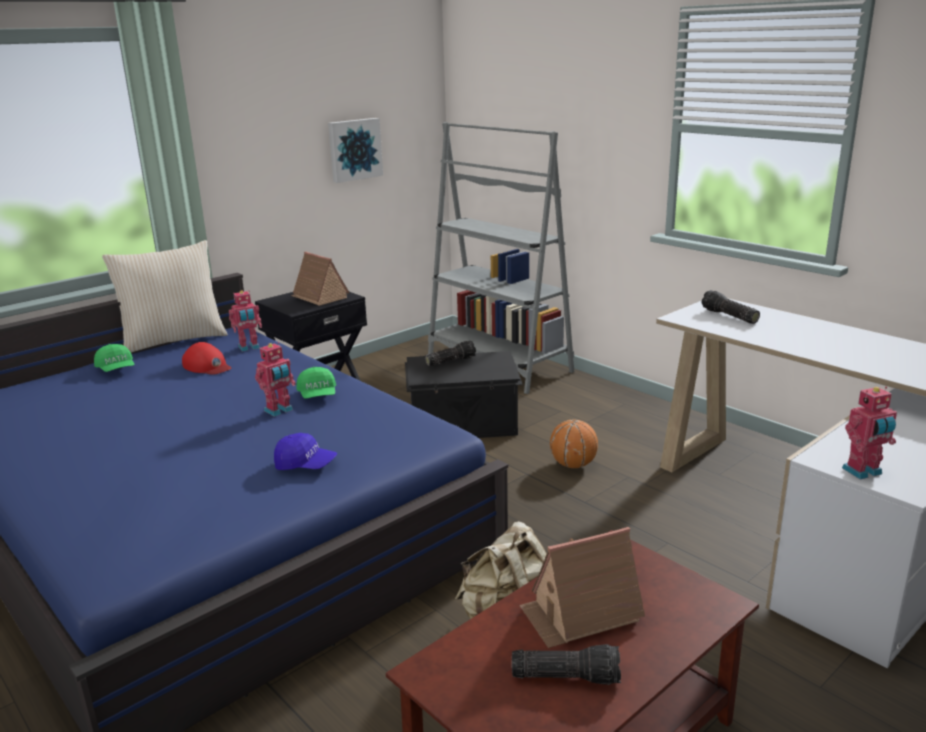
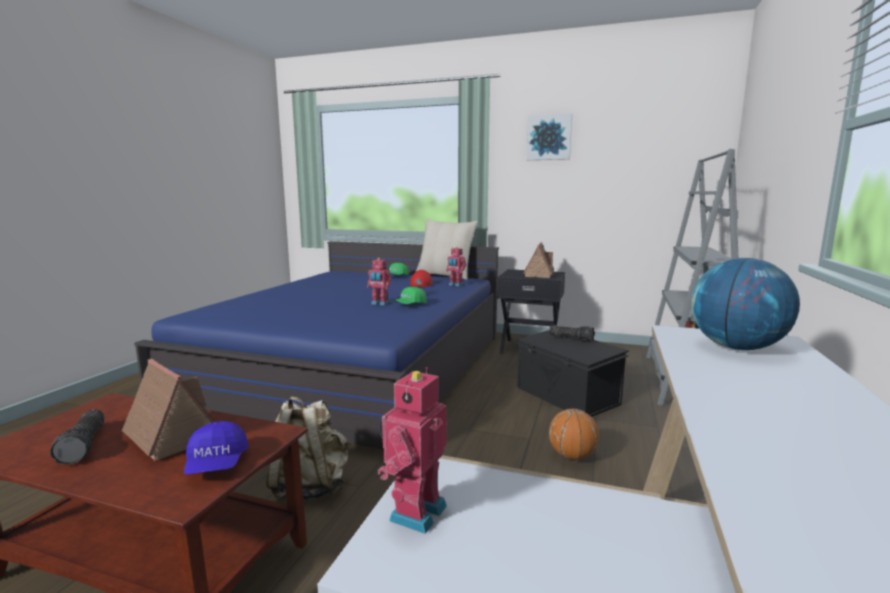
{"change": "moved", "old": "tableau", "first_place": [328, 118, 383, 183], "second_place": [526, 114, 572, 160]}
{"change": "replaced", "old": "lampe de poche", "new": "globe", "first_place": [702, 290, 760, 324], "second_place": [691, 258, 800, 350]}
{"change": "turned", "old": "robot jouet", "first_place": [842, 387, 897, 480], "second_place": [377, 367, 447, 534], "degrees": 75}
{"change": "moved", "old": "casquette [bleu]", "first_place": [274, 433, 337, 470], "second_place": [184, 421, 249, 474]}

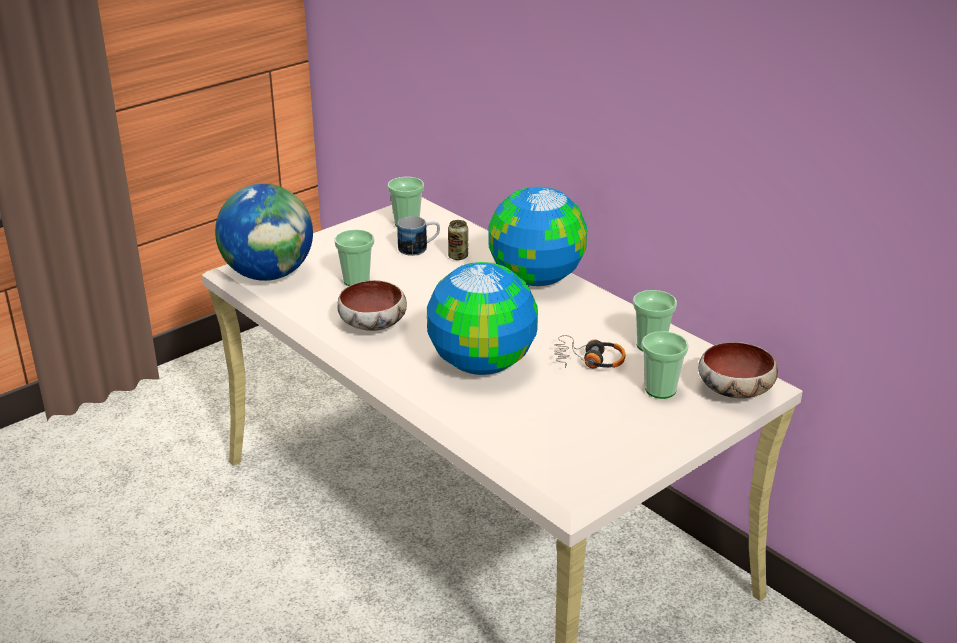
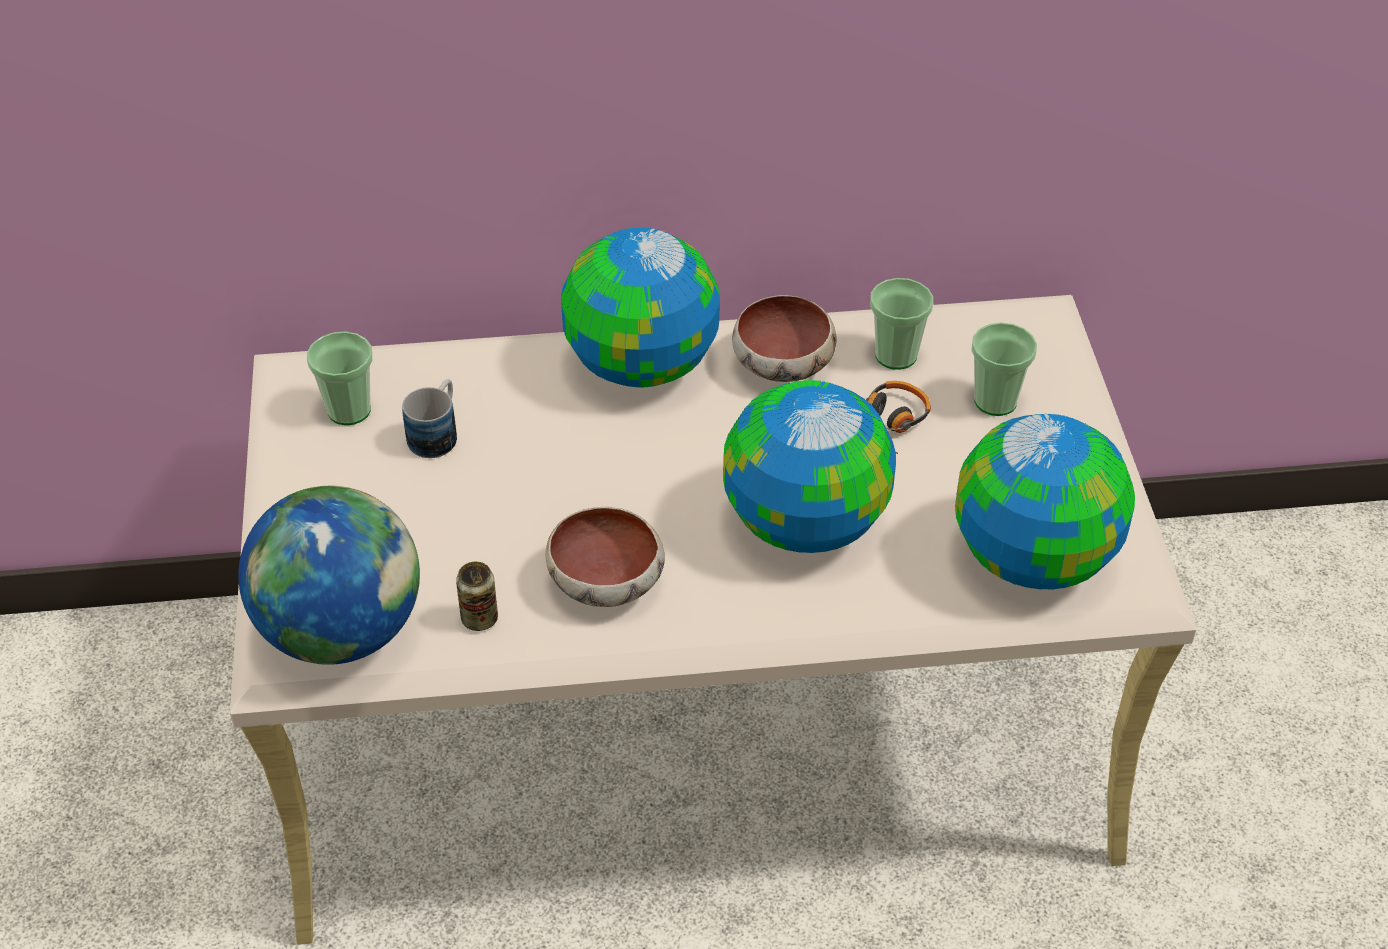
{"change": "moved", "old": "boîte métallique", "first_place": [448, 220, 468, 260], "second_place": [456, 562, 498, 631]}
{"change": "removed", "old": "tasse", "first_place": [334, 229, 374, 286]}
{"change": "moved", "old": "bol", "first_place": [698, 342, 778, 398], "second_place": [732, 295, 837, 382]}
{"change": "added", "new": "globe", "second_place": [955, 414, 1135, 590]}

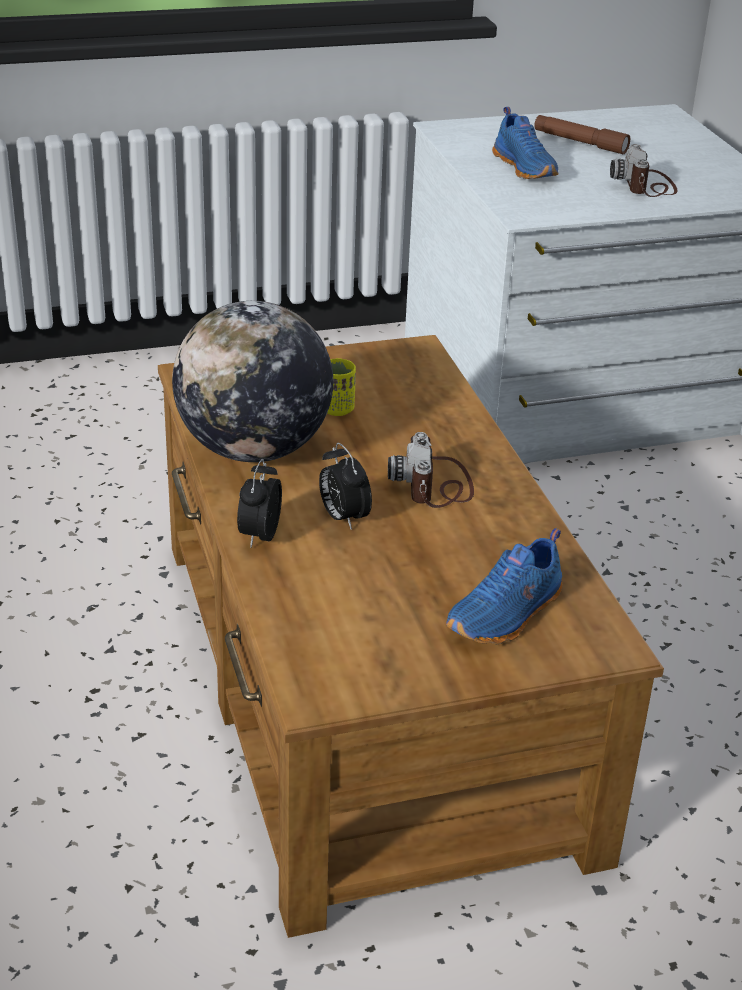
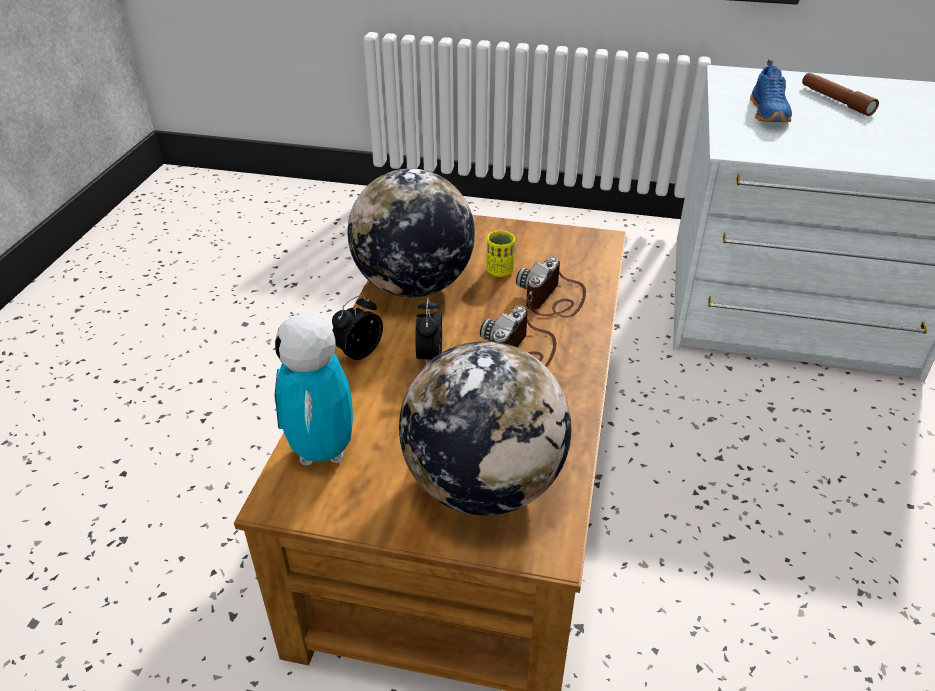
{"change": "moved", "old": "appareil photo", "first_place": [610, 144, 678, 197], "second_place": [516, 256, 586, 318]}
{"change": "replaced", "old": "chaussure [bleu]", "new": "globe", "first_place": [446, 528, 562, 644], "second_place": [399, 341, 571, 515]}
{"change": "added", "new": "robot jouet", "second_place": [274, 313, 353, 465]}

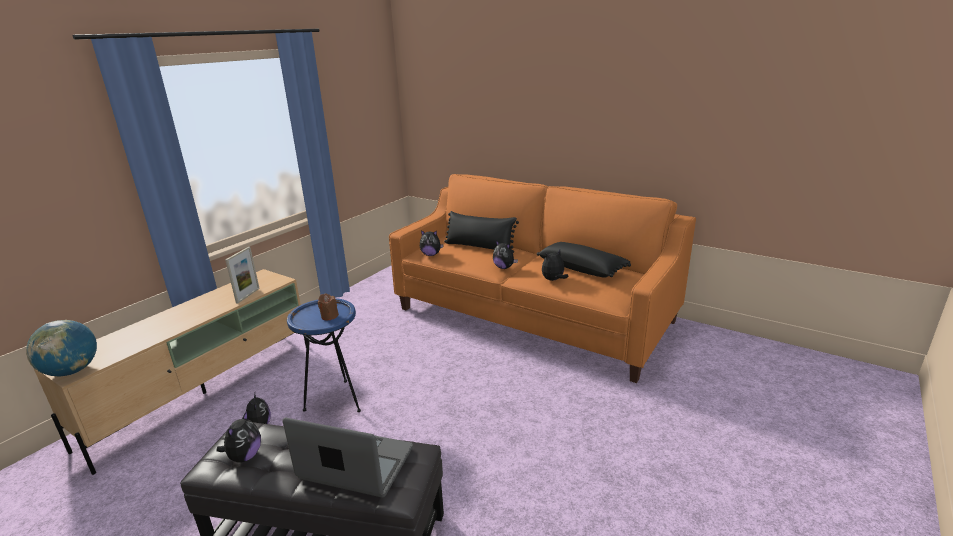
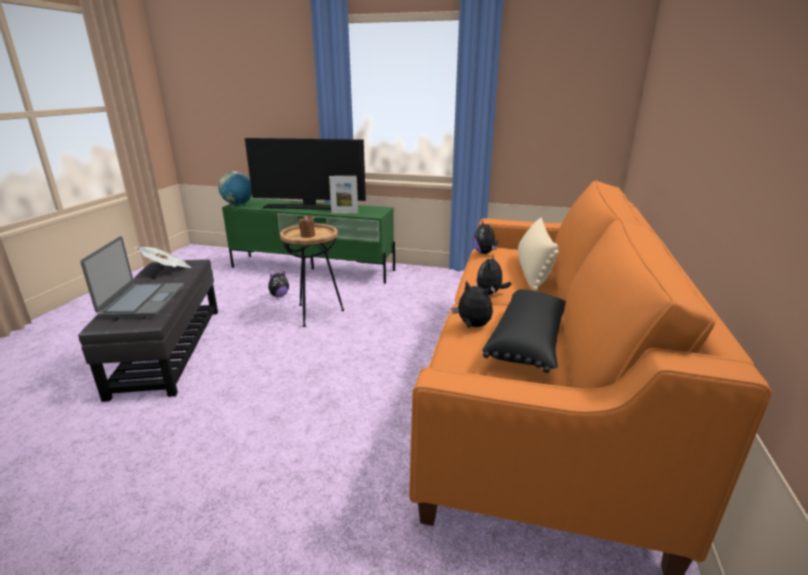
{"change": "recoloured", "old": "coussin [noir]", "new": "coussin [beige]", "first_place": [444, 211, 519, 253], "second_place": [518, 217, 559, 290]}
{"change": "recoloured", "old": "meuble télé [beige]", "new": "meuble télé [vert]", "first_place": [33, 269, 307, 475], "second_place": [222, 198, 395, 284]}
{"change": "recoloured", "old": "table d'appoint [bleu]", "new": "table d'appoint [marron]", "first_place": [287, 298, 361, 412], "second_place": [280, 224, 344, 327]}
{"change": "replaced", "old": "peluche", "new": "journal", "first_place": [216, 411, 261, 463], "second_place": [135, 247, 192, 268]}
{"change": "added", "new": "téléviseur", "second_place": [245, 138, 366, 210]}

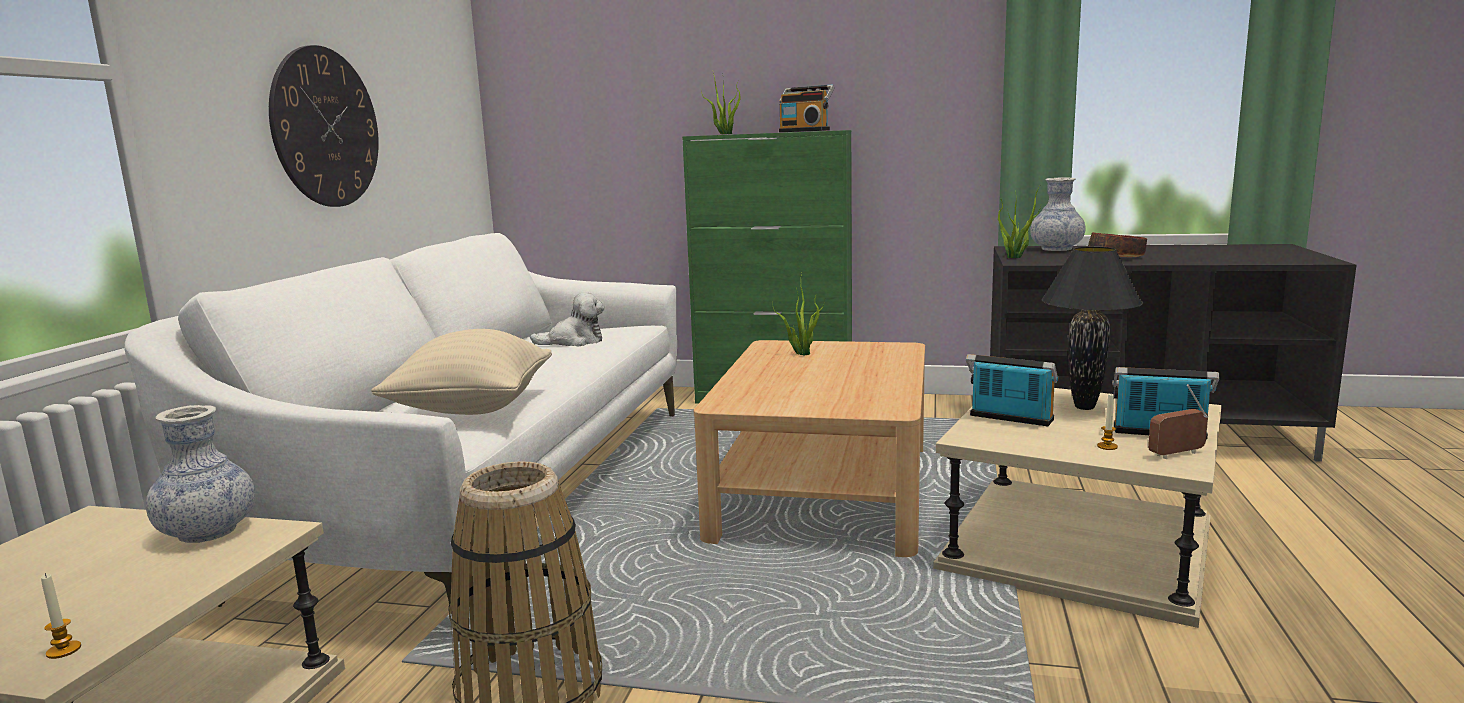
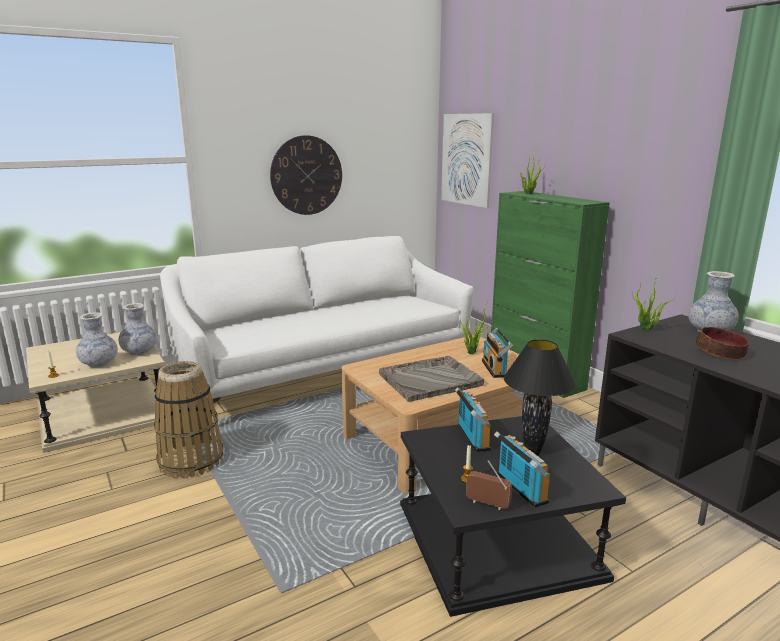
{"change": "moved", "old": "radio", "first_place": [779, 85, 834, 132], "second_place": [482, 328, 513, 378]}
{"change": "removed", "old": "peluche", "first_place": [530, 292, 605, 346]}
{"change": "removed", "old": "coussin [beige]", "first_place": [371, 329, 552, 415]}
{"change": "recoloured", "old": "table d'appoint [beige]", "new": "table d'appoint [noir]", "first_place": [933, 388, 1222, 628], "second_place": [400, 416, 626, 617]}
{"change": "added", "new": "tableau", "second_place": [441, 113, 494, 208]}
{"change": "added", "new": "vase", "second_place": [76, 312, 118, 367]}
{"change": "added", "new": "plateau [gris]", "second_place": [379, 356, 484, 402]}

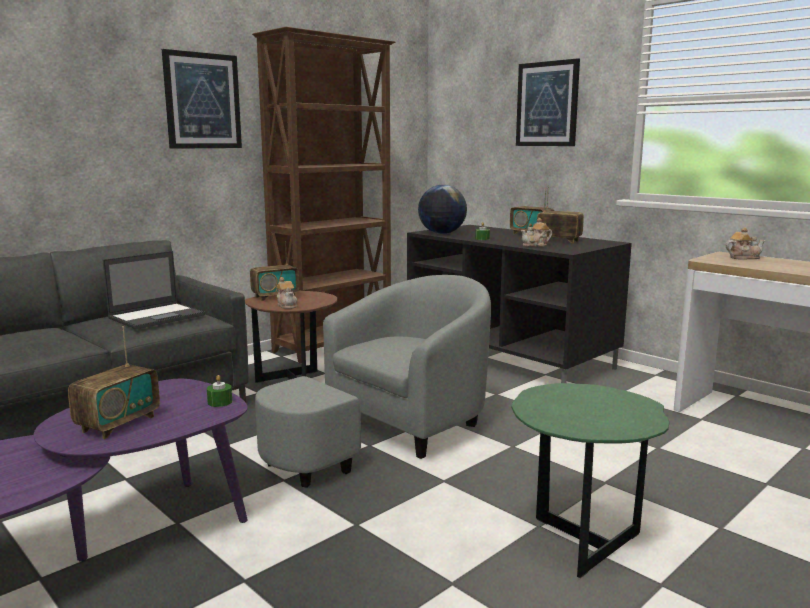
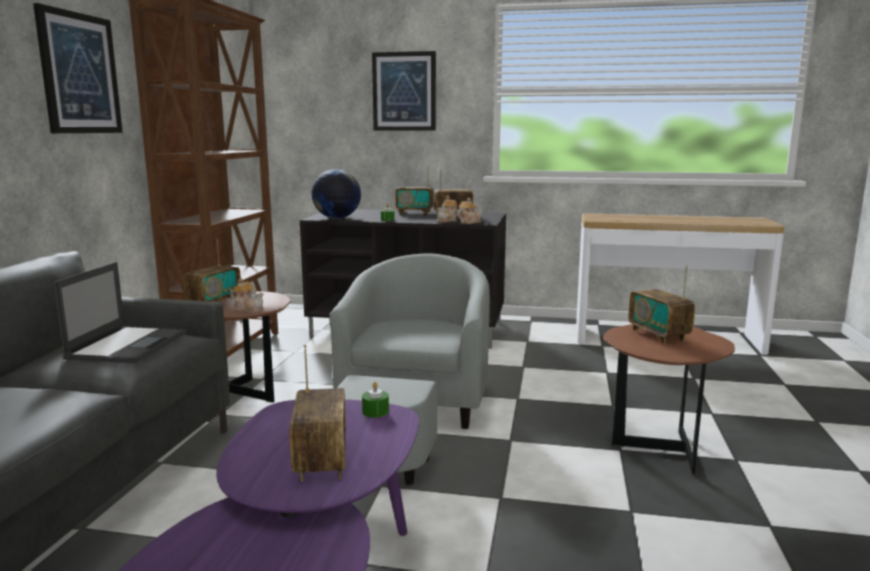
{"change": "moved", "old": "théière", "first_place": [726, 227, 765, 260], "second_place": [457, 197, 482, 224]}
{"change": "recoloured", "old": "table d'appoint [vert]", "new": "table d'appoint [marron]", "first_place": [511, 383, 669, 578], "second_place": [603, 324, 735, 475]}
{"change": "added", "new": "radio", "second_place": [628, 266, 695, 344]}

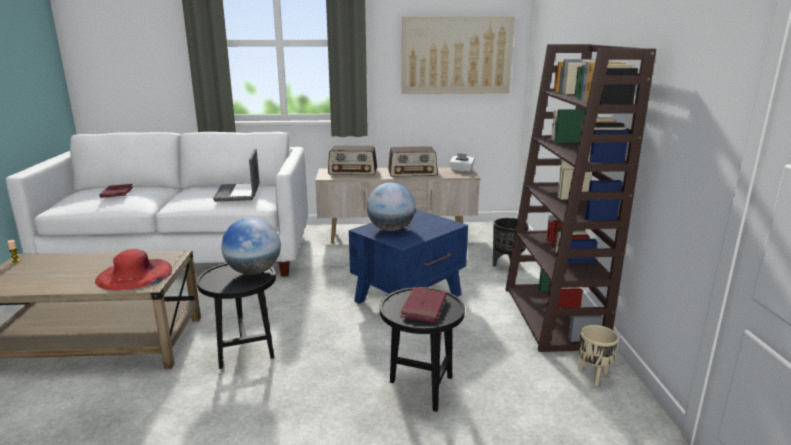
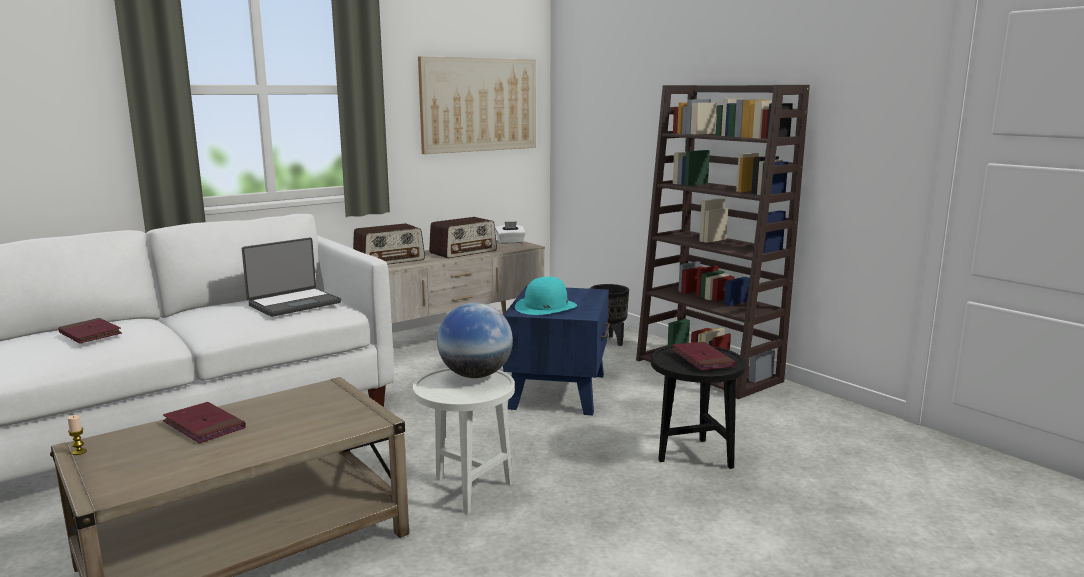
{"change": "turned", "old": "ordinateur portable", "first_place": [213, 149, 260, 202], "second_place": [242, 238, 341, 317], "degrees": -90}
{"change": "replaced", "old": "globe", "new": "chapeau [turquoise]", "first_place": [367, 182, 415, 231], "second_place": [515, 277, 577, 315]}
{"change": "removed", "old": "chapeau [rouge]", "first_place": [95, 249, 172, 291]}
{"change": "recoloured", "old": "table d'appoint [noir]", "new": "table d'appoint [blanc]", "first_place": [197, 263, 276, 369], "second_place": [413, 368, 515, 514]}
{"change": "removed", "old": "cache-pot [beige]", "first_place": [578, 325, 619, 386]}
{"change": "added", "new": "livre [rouge]", "second_place": [163, 402, 246, 443]}

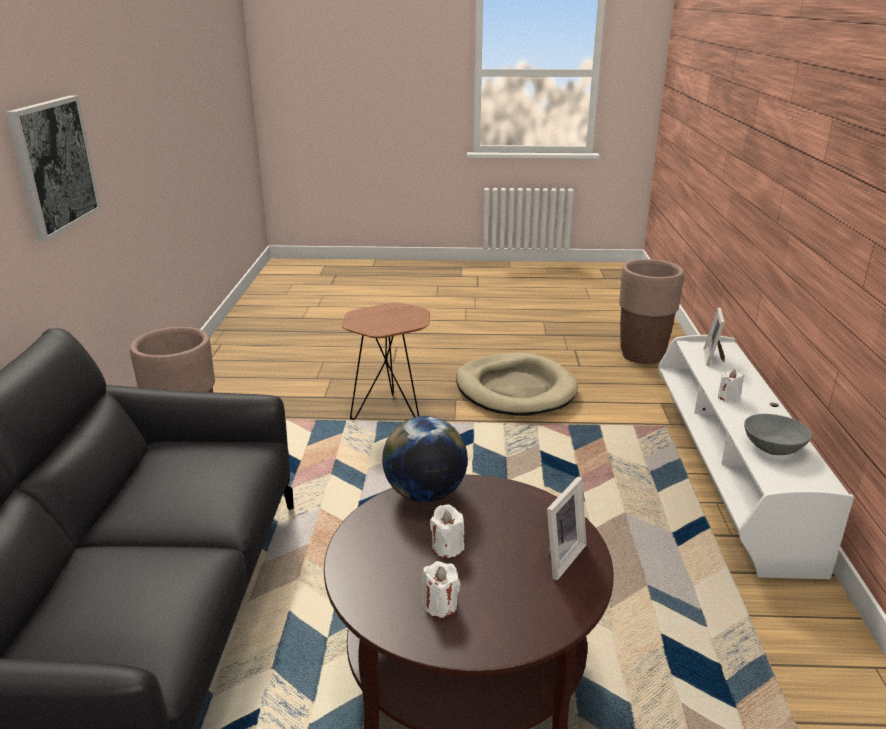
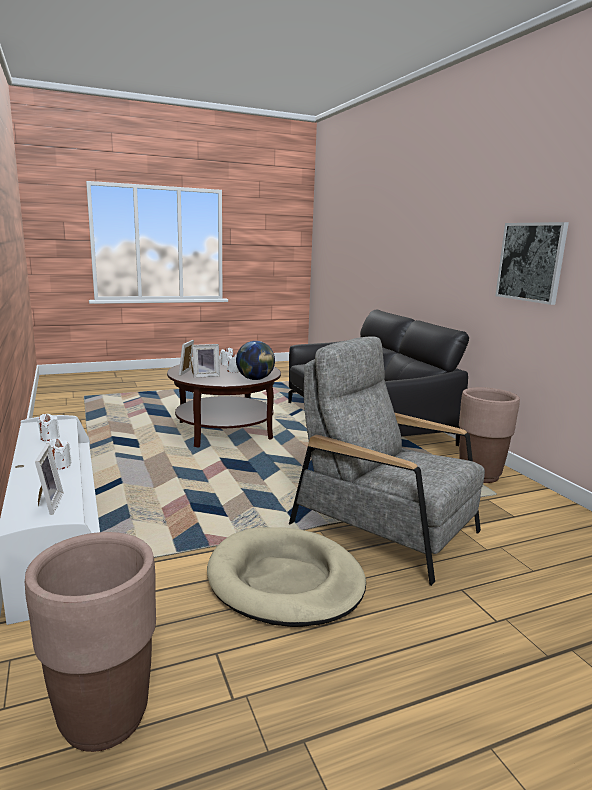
{"change": "replaced", "old": "table d'appoint [marron]", "new": "fauteuil [gris]", "first_place": [342, 303, 430, 420], "second_place": [289, 336, 485, 586]}
{"change": "replaced", "old": "bol [gris]", "new": "bougie [blanc]", "first_place": [744, 414, 812, 455], "second_place": [37, 414, 60, 441]}
{"change": "added", "new": "cadre photo", "second_place": [192, 344, 220, 378]}

